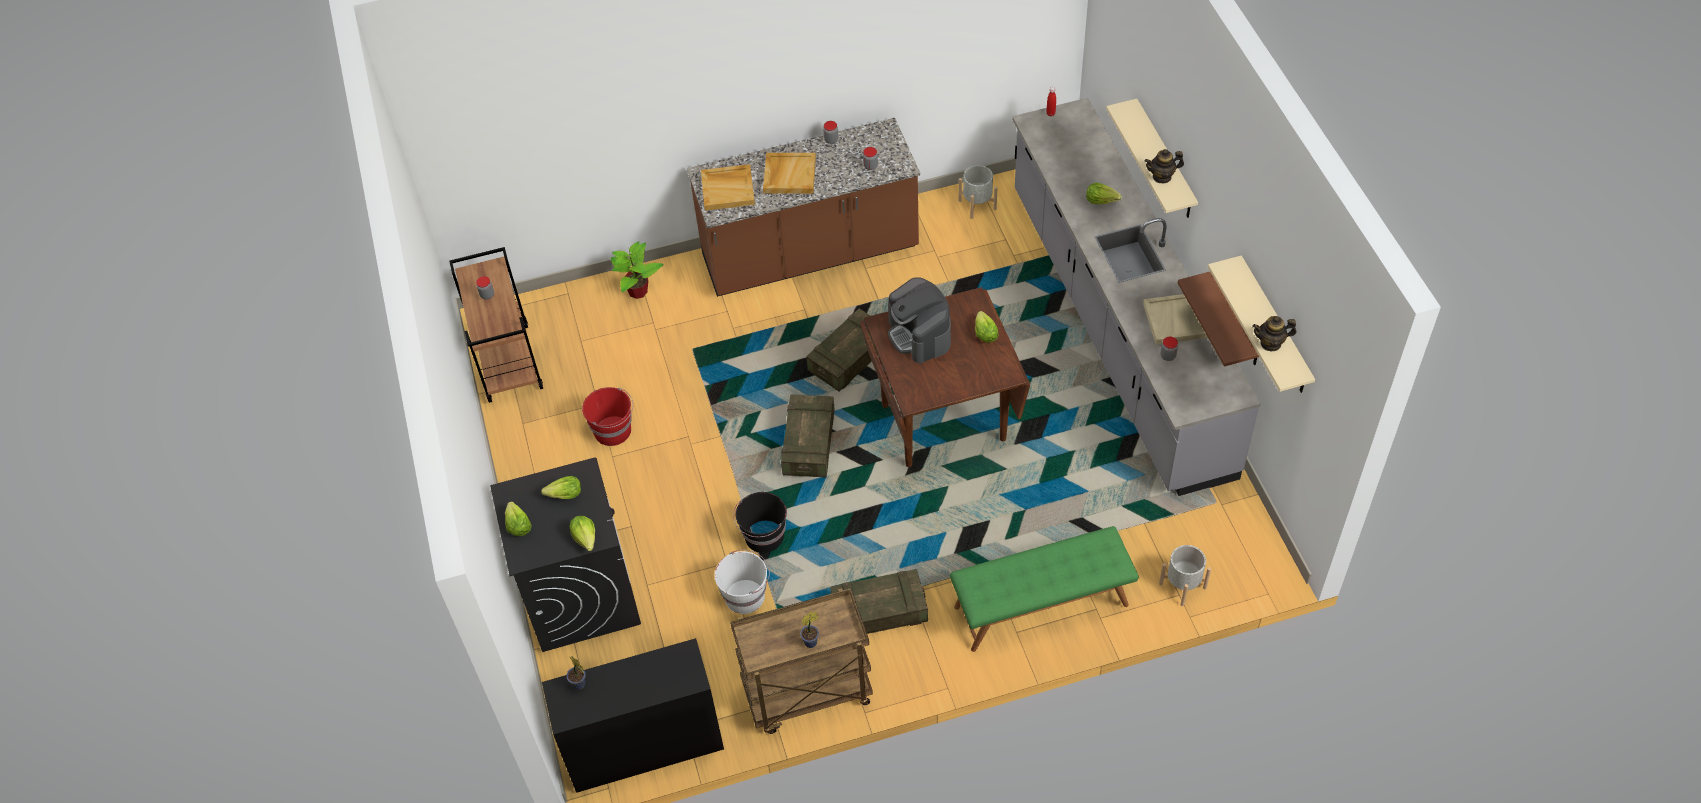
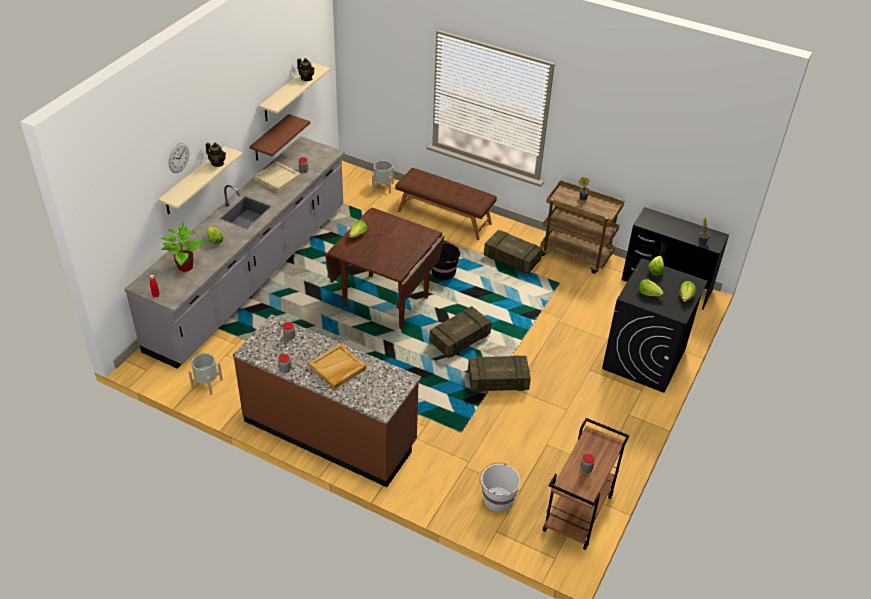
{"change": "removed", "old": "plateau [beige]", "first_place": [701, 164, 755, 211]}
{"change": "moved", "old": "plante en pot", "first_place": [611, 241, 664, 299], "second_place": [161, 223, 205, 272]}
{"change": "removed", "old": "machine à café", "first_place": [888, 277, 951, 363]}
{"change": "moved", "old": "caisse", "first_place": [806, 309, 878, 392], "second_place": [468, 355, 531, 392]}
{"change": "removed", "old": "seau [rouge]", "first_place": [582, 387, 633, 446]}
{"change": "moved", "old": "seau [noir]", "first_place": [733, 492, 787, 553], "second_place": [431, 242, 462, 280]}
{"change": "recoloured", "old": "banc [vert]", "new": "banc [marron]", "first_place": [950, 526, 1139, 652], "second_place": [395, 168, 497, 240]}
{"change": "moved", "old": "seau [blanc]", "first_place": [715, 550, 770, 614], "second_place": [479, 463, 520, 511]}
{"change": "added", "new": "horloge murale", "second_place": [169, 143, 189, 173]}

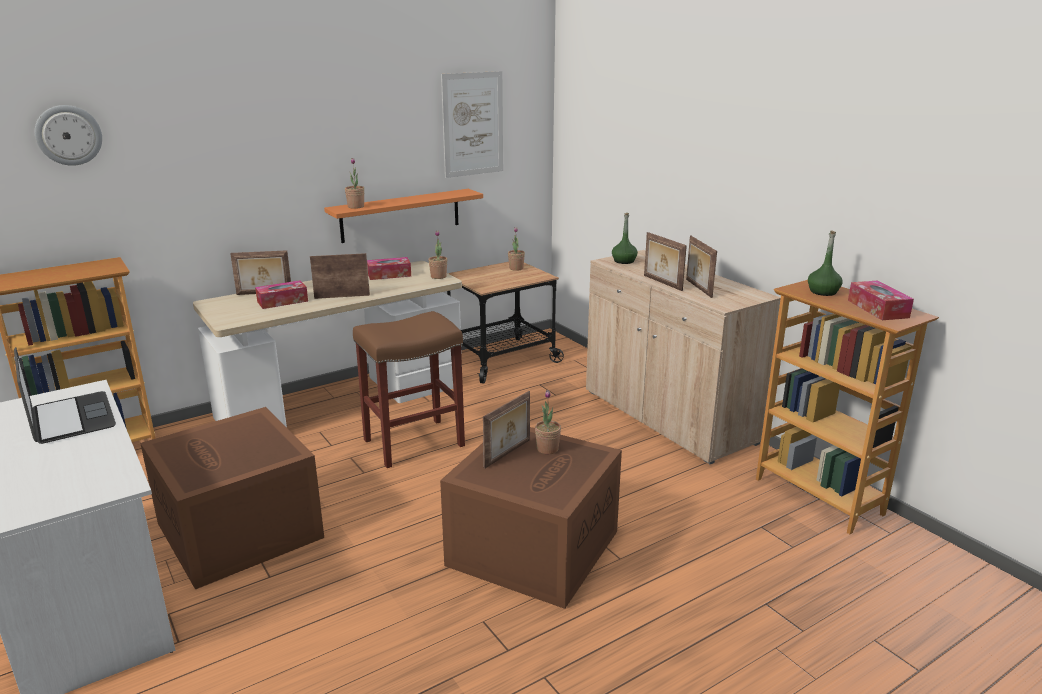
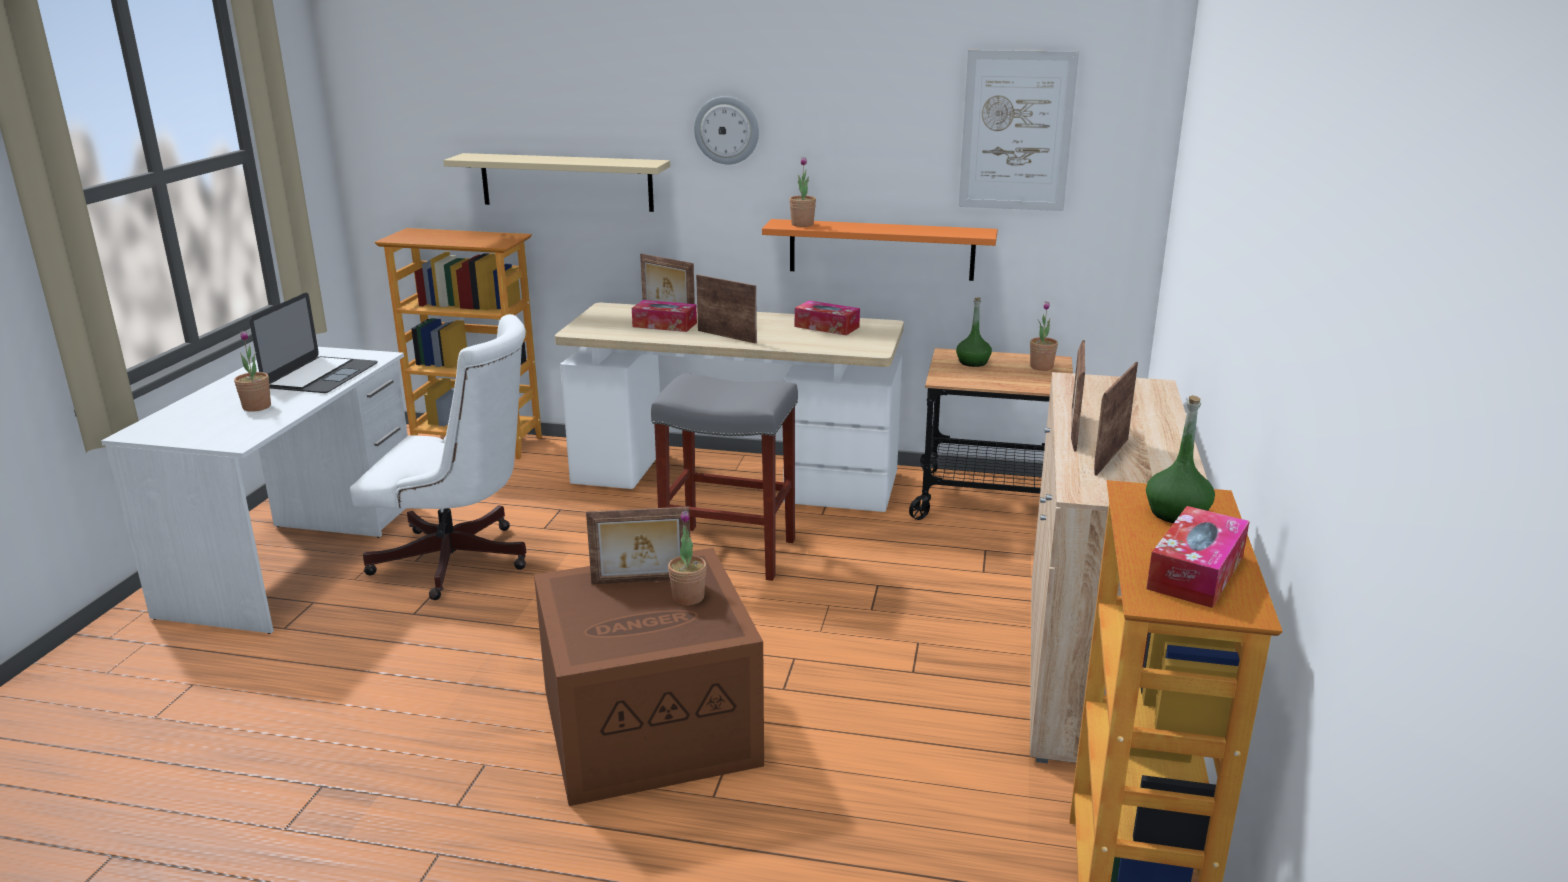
{"change": "moved", "old": "horloge murale", "first_place": [35, 105, 102, 166], "second_place": [694, 96, 759, 165]}
{"change": "moved", "old": "bouteille [vert]", "first_place": [612, 213, 638, 264], "second_place": [956, 297, 992, 367]}
{"change": "moved", "old": "plante en pot", "first_place": [428, 231, 447, 279], "second_place": [234, 331, 271, 412]}
{"change": "recoloured", "old": "tabouret [marron]", "new": "tabouret [gris]", "first_place": [353, 311, 465, 468], "second_place": [651, 373, 798, 581]}
{"change": "replaced", "old": "boîte de rangement [marron]", "new": "chaise de bureau [blanc]", "first_place": [140, 407, 324, 589], "second_place": [350, 314, 526, 600]}
{"change": "added", "new": "étagère [beige]", "second_place": [443, 153, 670, 212]}

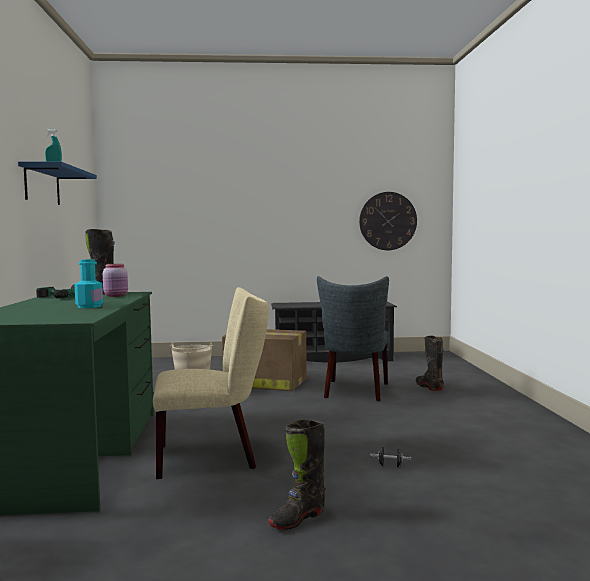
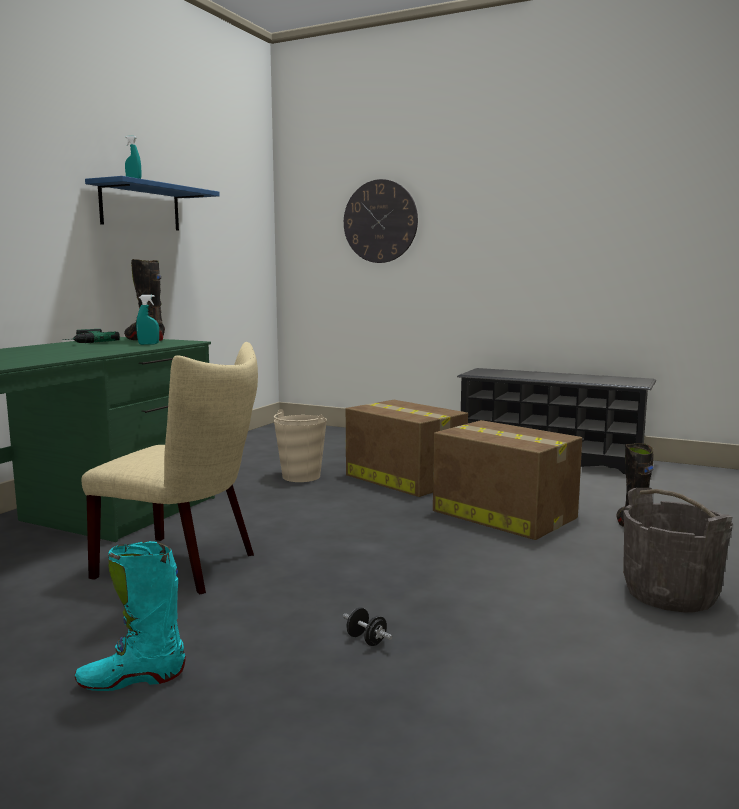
{"change": "moved", "old": "horloge murale", "first_place": [359, 192, 417, 250], "second_place": [344, 179, 418, 263]}
{"change": "removed", "old": "bouteille [turquoise]", "first_place": [74, 259, 103, 308]}
{"change": "replaced", "old": "bocal [rose]", "new": "vaporisateur [turquoise]", "first_place": [103, 264, 128, 297], "second_place": [136, 295, 159, 345]}
{"change": "replaced", "old": "chaise [gris]", "new": "carton", "first_place": [317, 276, 389, 401], "second_place": [433, 420, 582, 540]}
{"change": "recoloured", "old": "botte [noir]", "new": "botte [turquoise]", "first_place": [268, 419, 325, 530], "second_place": [75, 541, 186, 691]}
{"change": "added", "new": "seau [gris]", "second_place": [623, 488, 733, 613]}

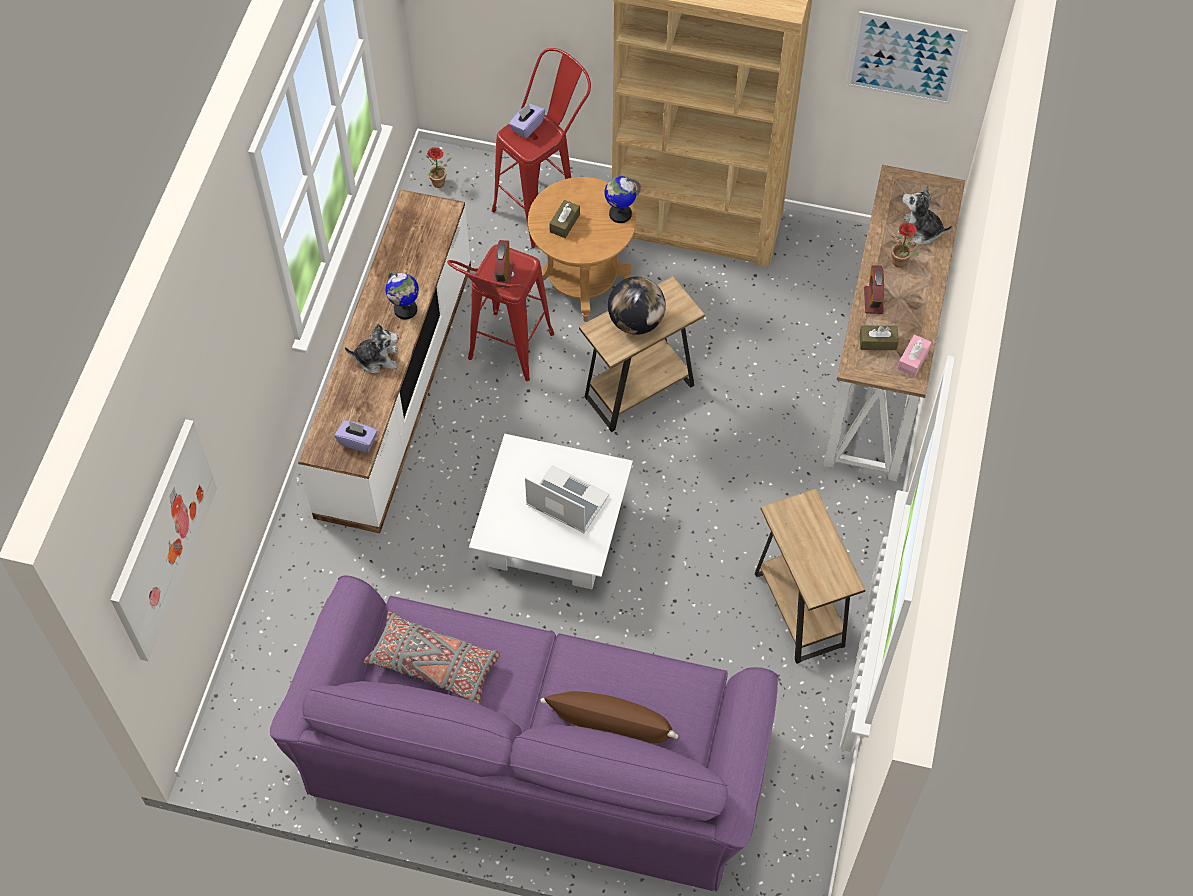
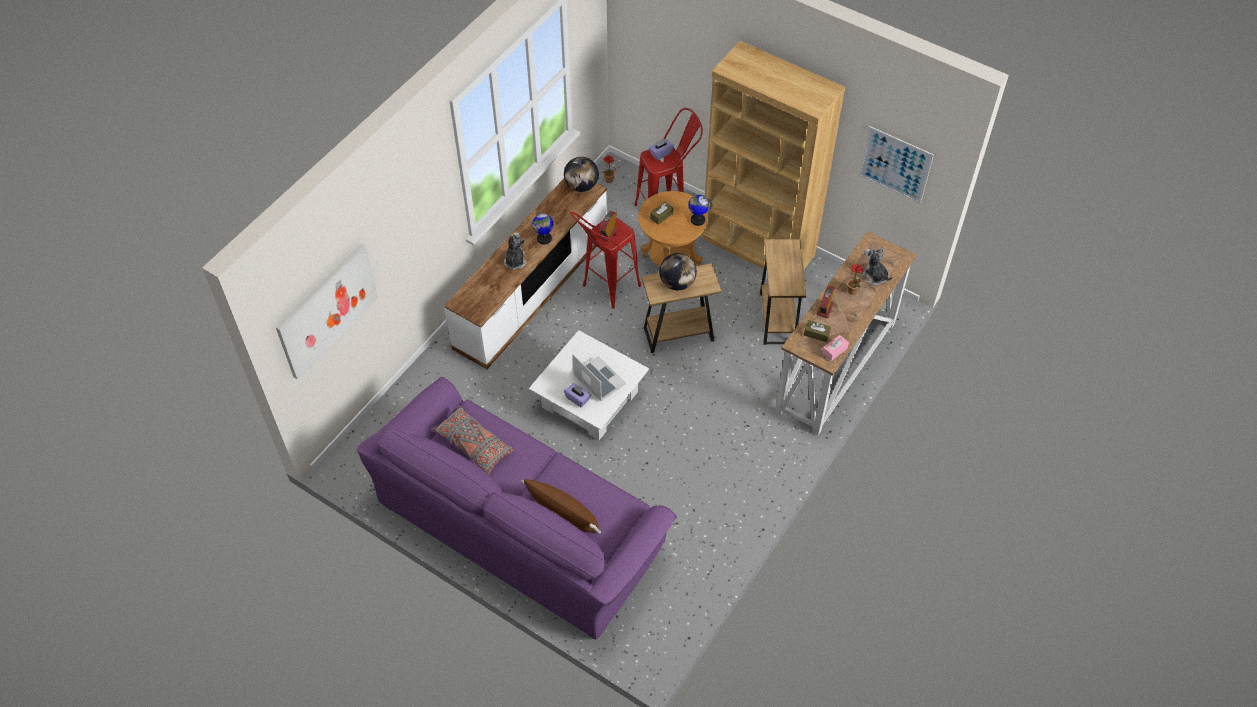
{"change": "turned", "old": "peluche", "first_place": [345, 324, 398, 373], "second_place": [504, 232, 527, 270], "degrees": -105}
{"change": "moved", "old": "boîte à mouchoirs [violet]", "first_place": [335, 420, 378, 453], "second_place": [564, 383, 591, 407]}
{"change": "moved", "old": "table d'appoint [marron]", "first_place": [755, 489, 866, 664], "second_place": [760, 239, 806, 345]}
{"change": "added", "new": "globe", "second_place": [564, 157, 599, 192]}

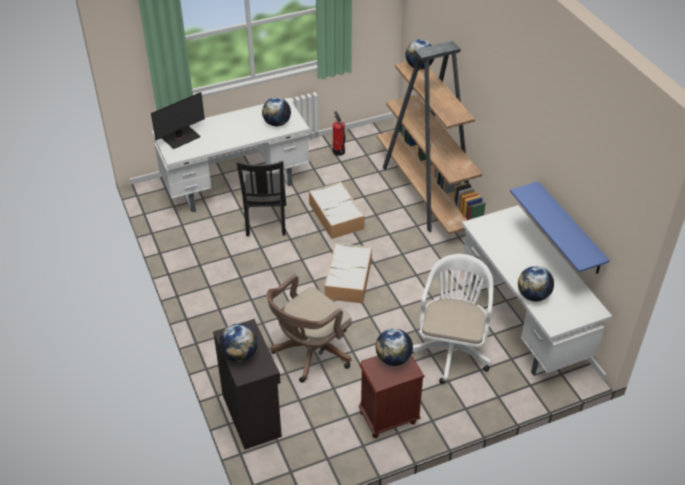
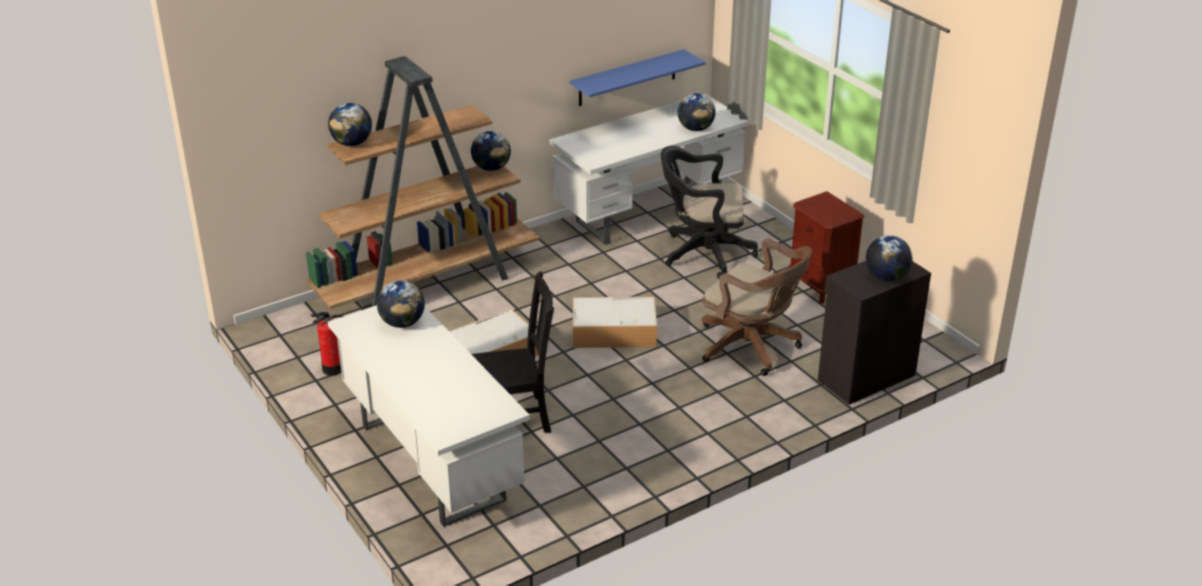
{"change": "removed", "old": "écran d'ordinateur", "first_place": [151, 92, 205, 149]}
{"change": "recoloured", "old": "chaise de bureau [blanc]", "new": "chaise de bureau [noir]", "first_place": [412, 254, 493, 384], "second_place": [661, 146, 758, 279]}
{"change": "moved", "old": "globe", "first_place": [376, 328, 413, 366], "second_place": [471, 131, 511, 171]}

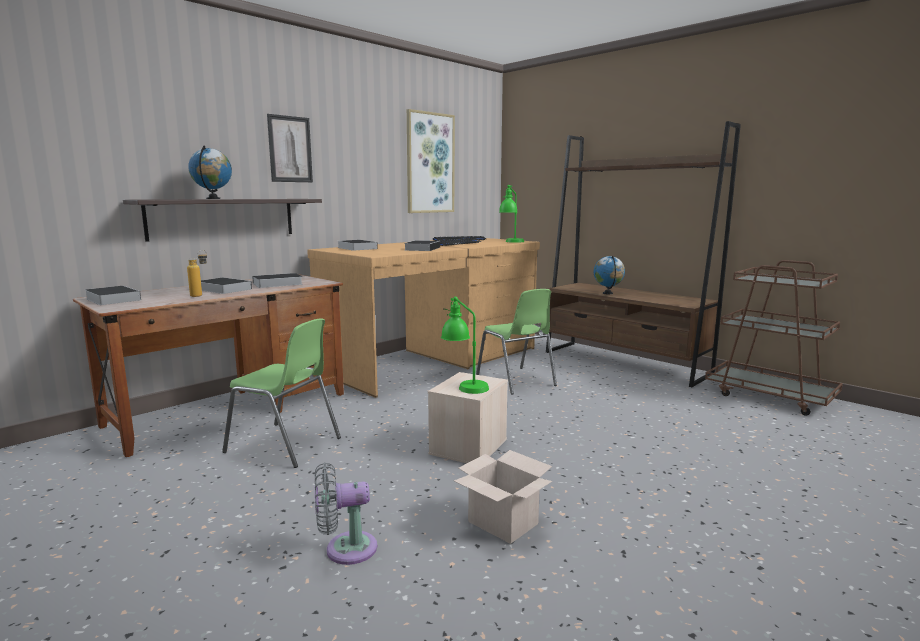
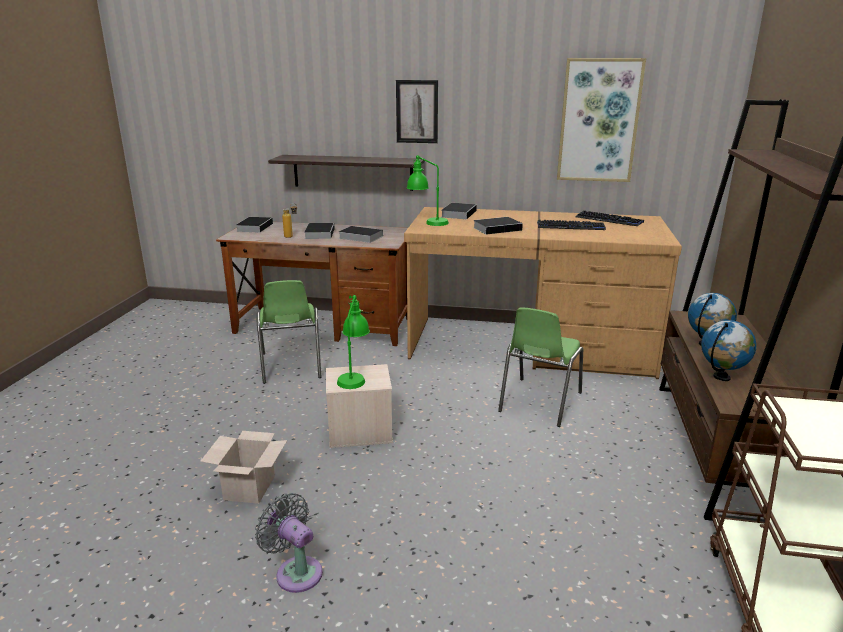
{"change": "moved", "old": "globe", "first_place": [188, 146, 232, 199], "second_place": [701, 320, 757, 381]}
{"change": "moved", "old": "lampe de table [vert]", "first_place": [499, 185, 524, 243], "second_place": [407, 155, 449, 226]}
{"change": "moved", "old": "ventilateur [gris]", "first_place": [315, 463, 377, 565], "second_place": [255, 493, 323, 593]}

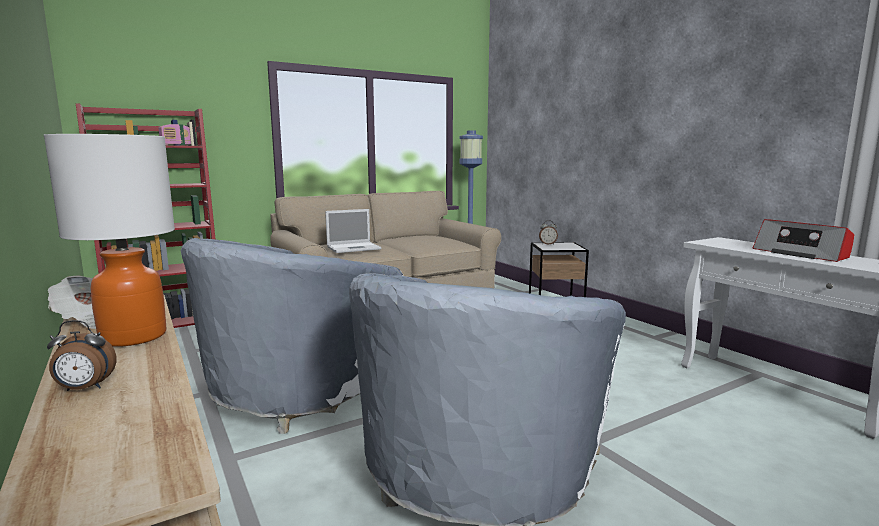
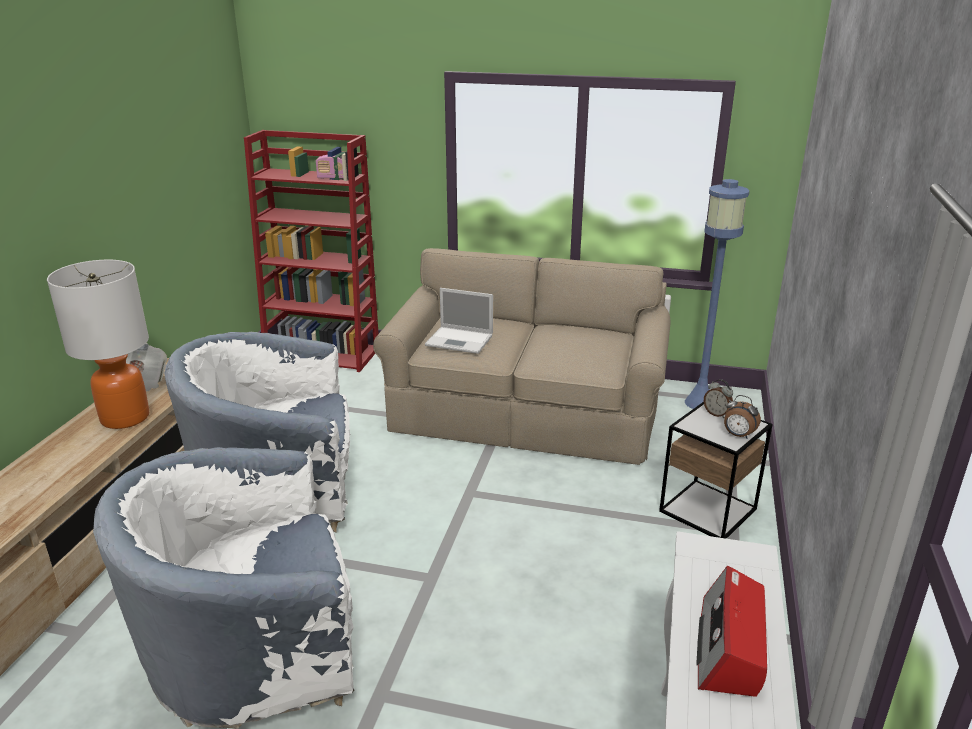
{"change": "moved", "old": "réveil", "first_place": [47, 320, 116, 391], "second_place": [724, 395, 761, 439]}

